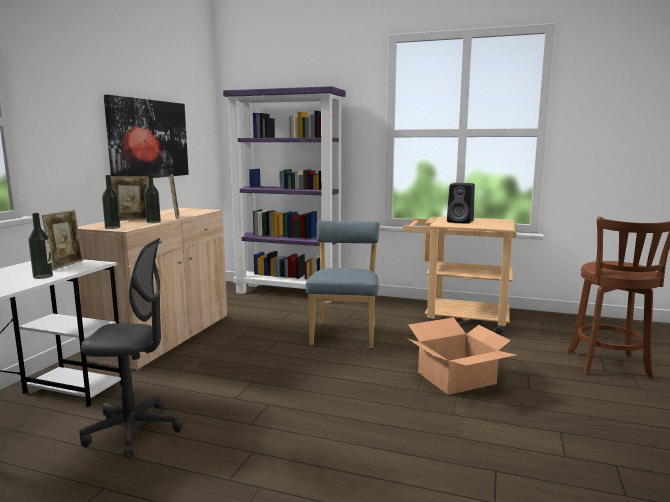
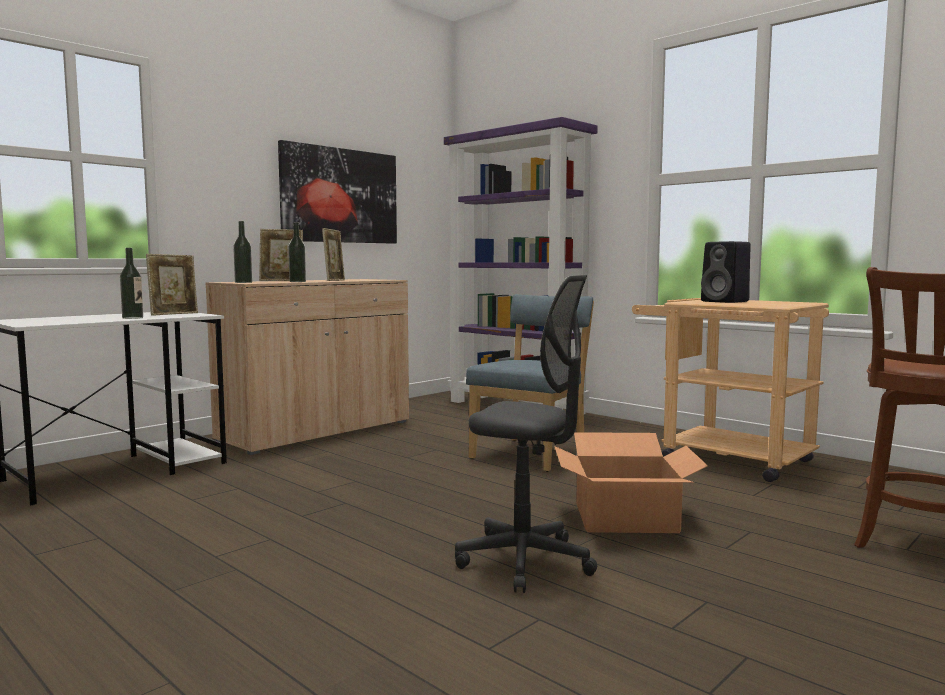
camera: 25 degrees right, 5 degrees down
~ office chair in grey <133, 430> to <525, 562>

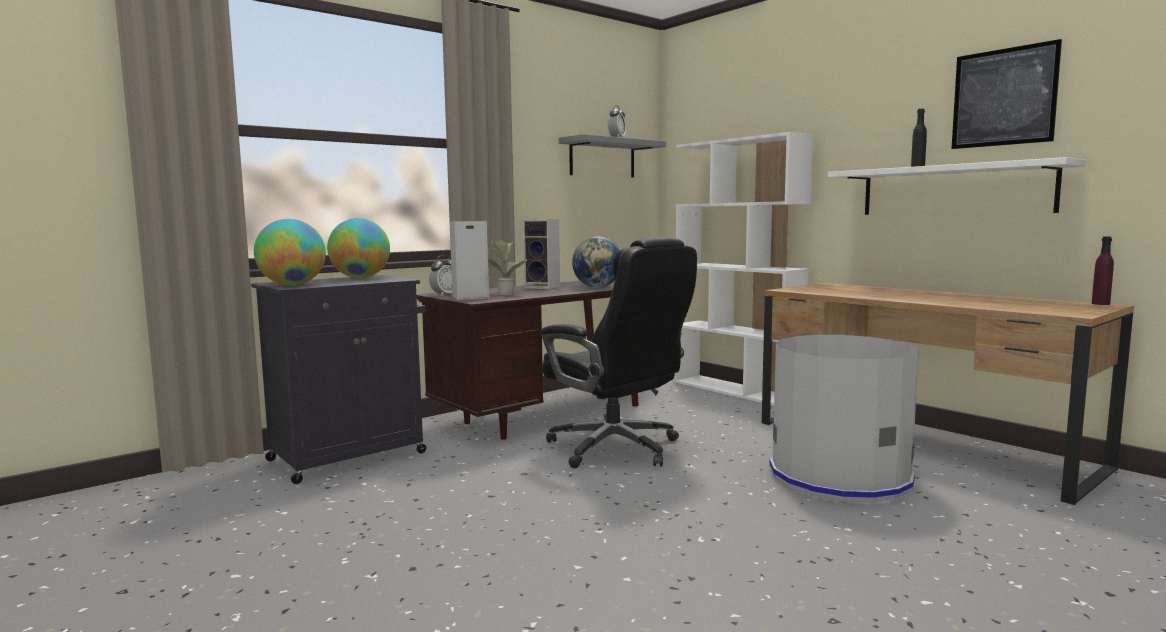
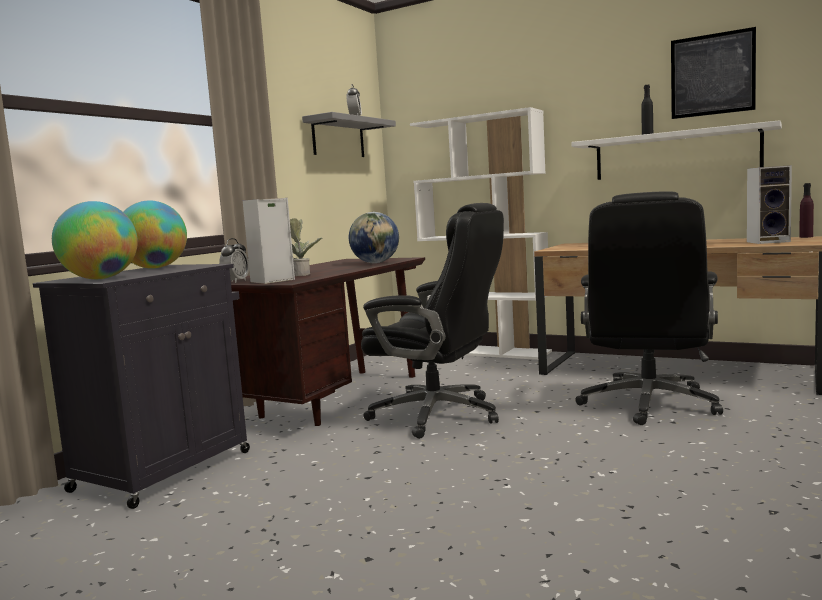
camera: 20 degrees left, 0 degrees up
~ speaker <543, 287> to <769, 241>
~ trash can in grey <839, 476> to office chair in black <648, 404>

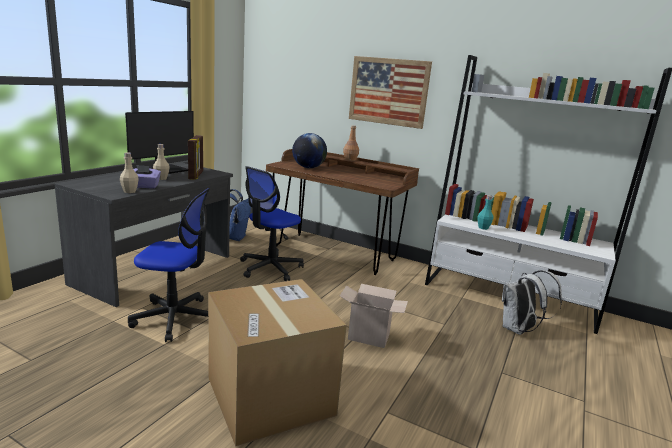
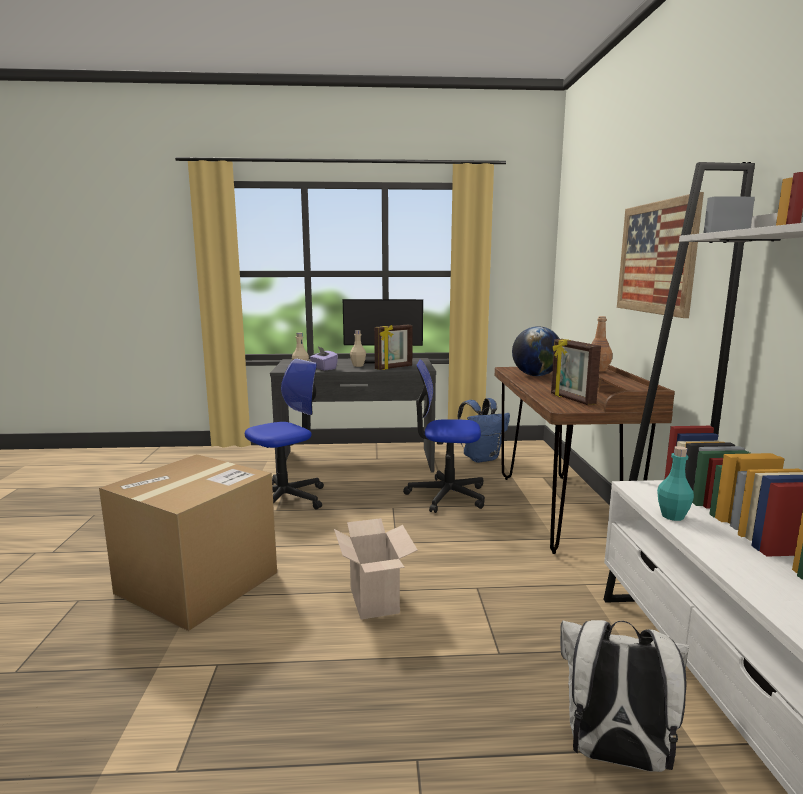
camera: 60 degrees right, 5 degrees down
+ picture frame <571, 399>
~ office chair <175, 318> = <285, 498> 105 degrees counterclockwise

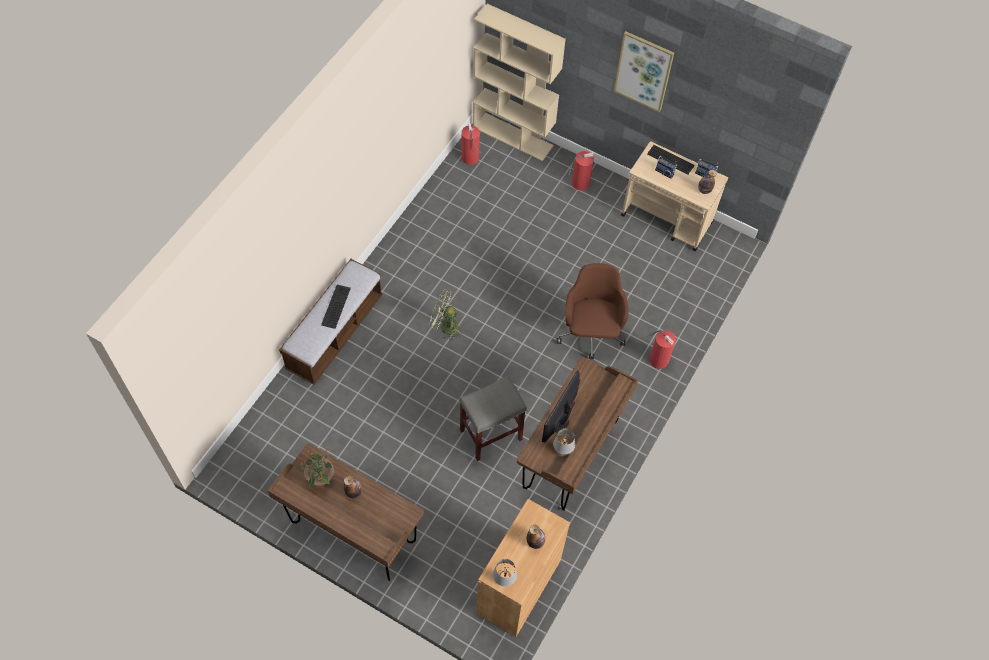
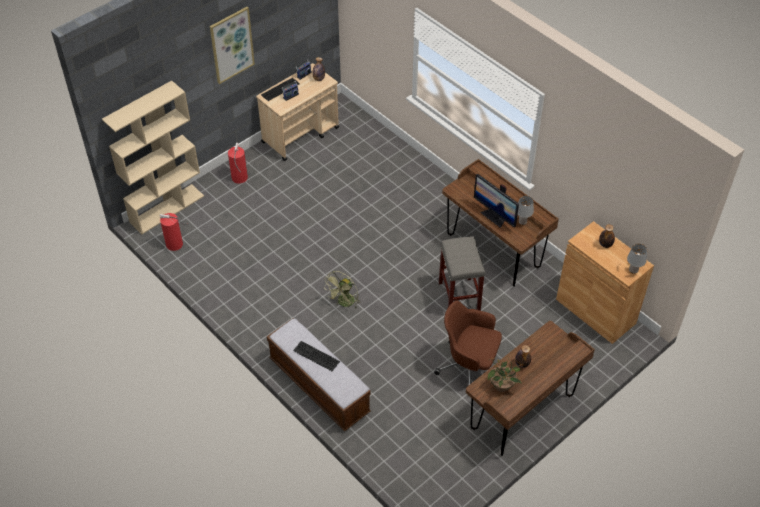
camera: 70 degrees left, 10 degrees down
- fire extinguisher <658, 359>
~ office chair in brown <590, 333> to <469, 366>

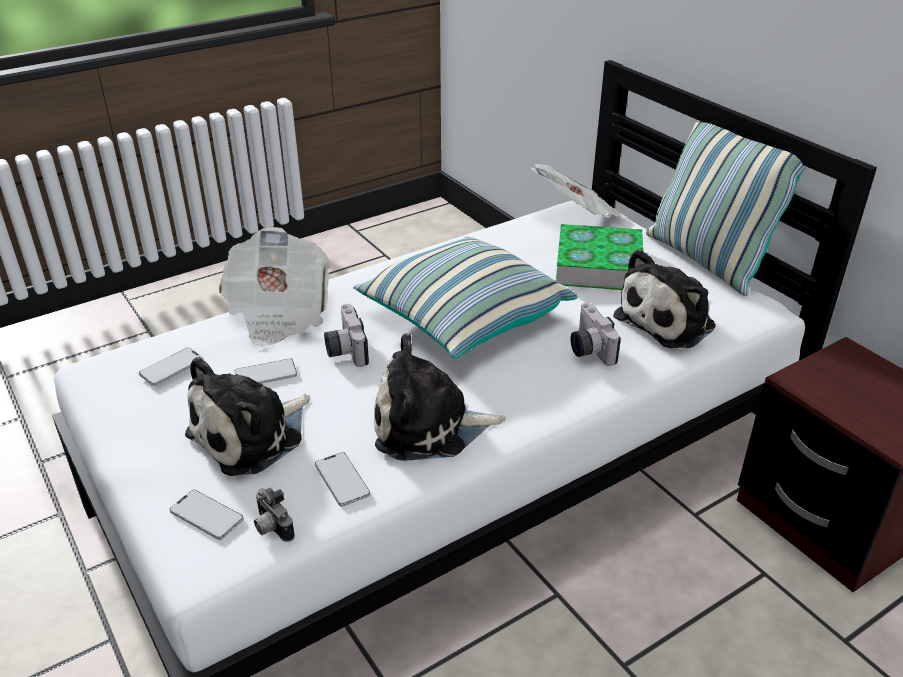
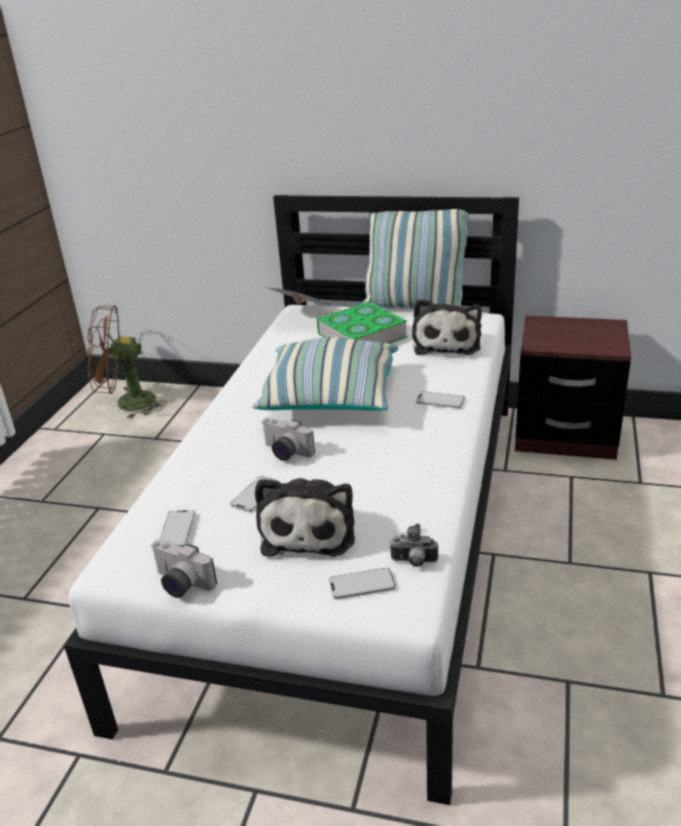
camera: 40 degrees left, 5 degrees down
- newspaper <278, 312>
- plush toy <429, 426>
+ fan in brown <127, 404>
~ phone <342, 480> to <440, 401>
~ photo camera <587, 349> to <180, 584>

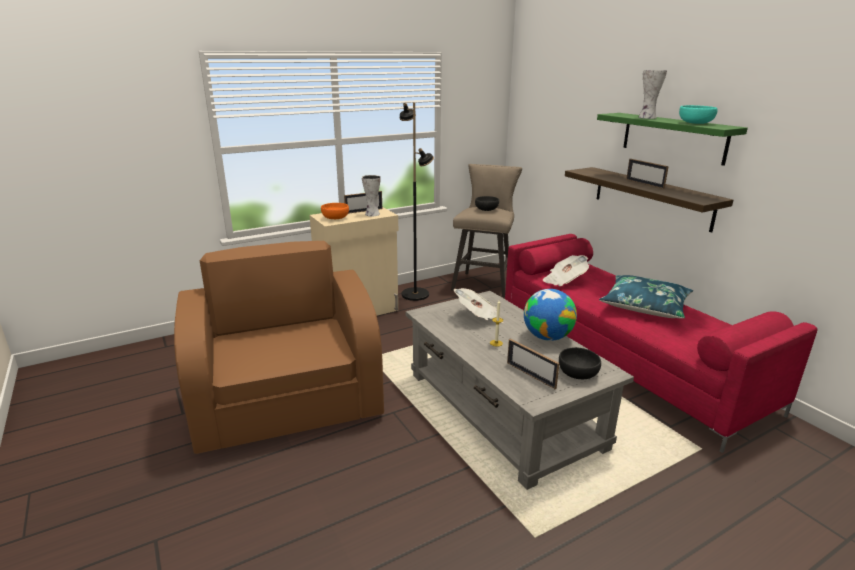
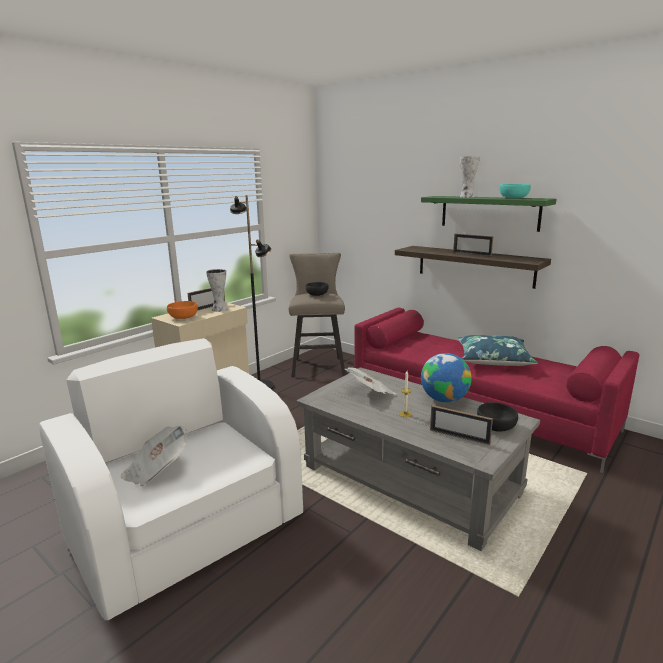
camera: 20 degrees left, 5 degrees down
~ newspaper <564, 281> to <156, 470>
~ armchair in brown <289, 403> to armchair in white <188, 527>

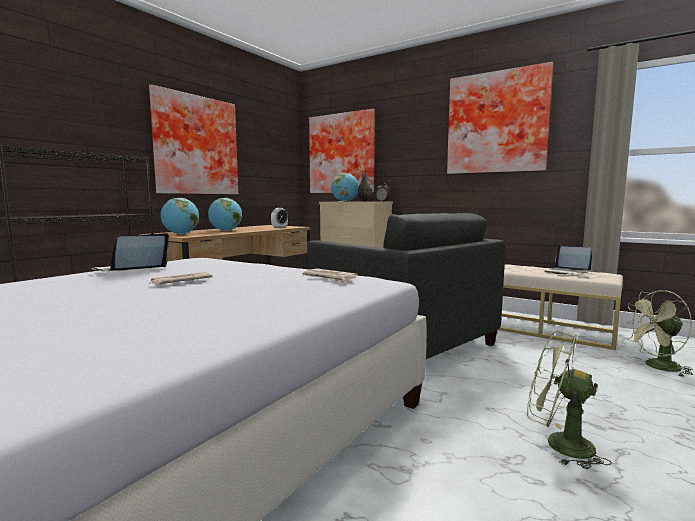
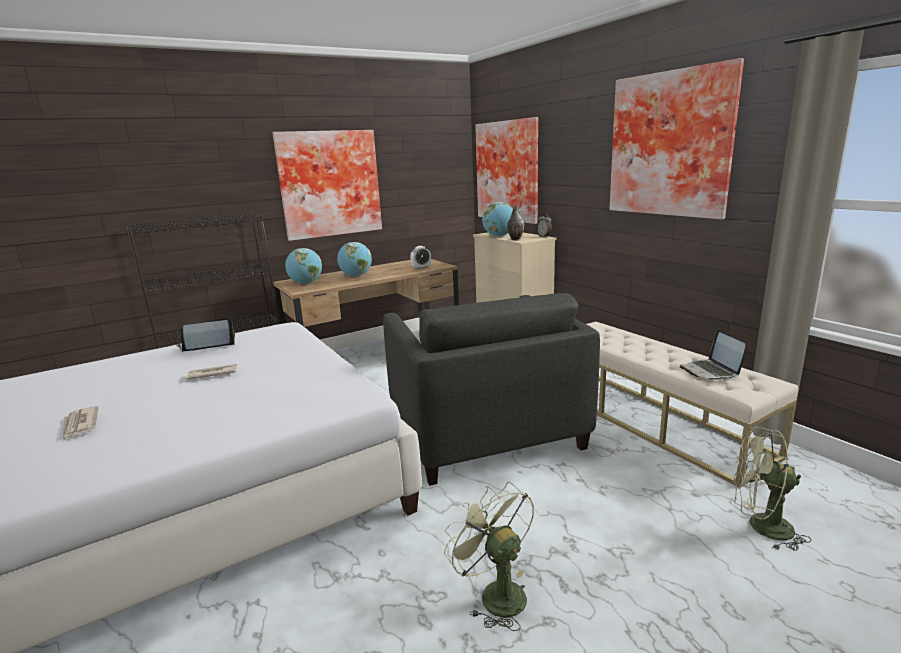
camera: 25 degrees right, 10 degrees up
~ newspaper <329, 278> to <80, 425>

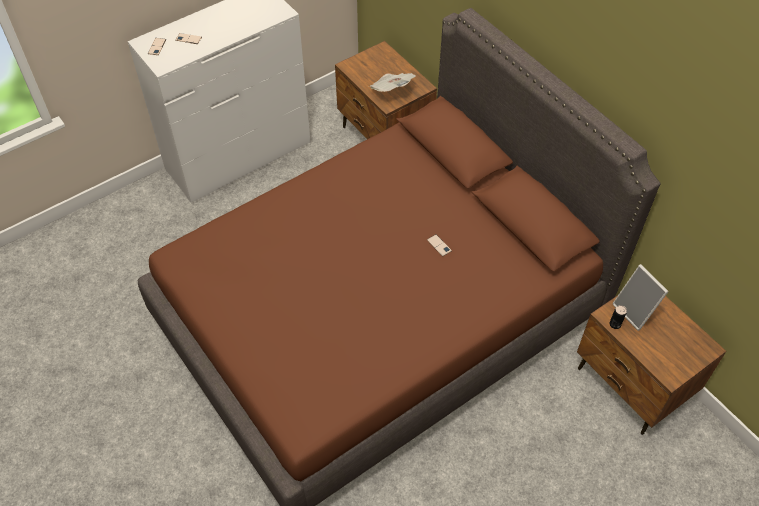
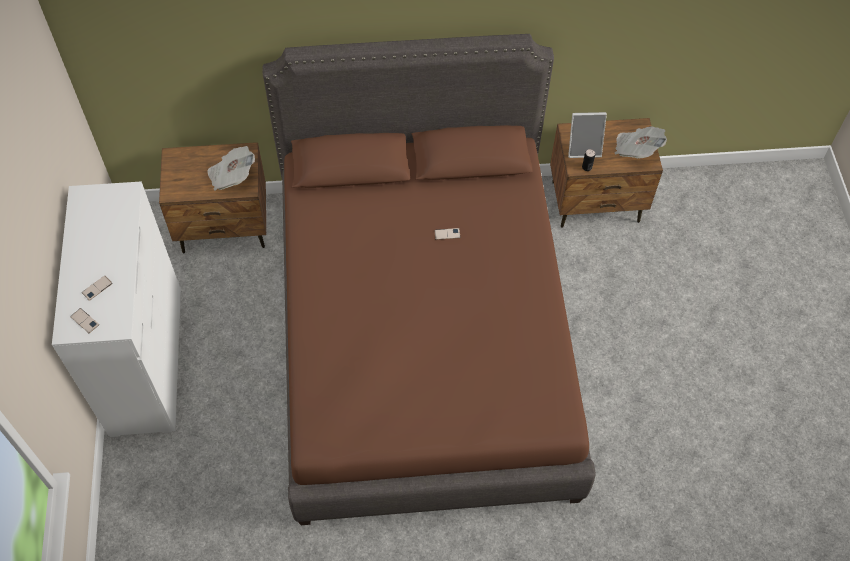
camera: 60 degrees left, 5 degrees up
+ newspaper <636, 150>

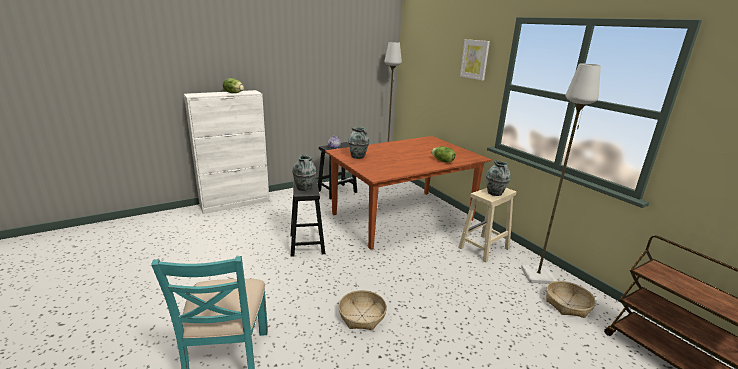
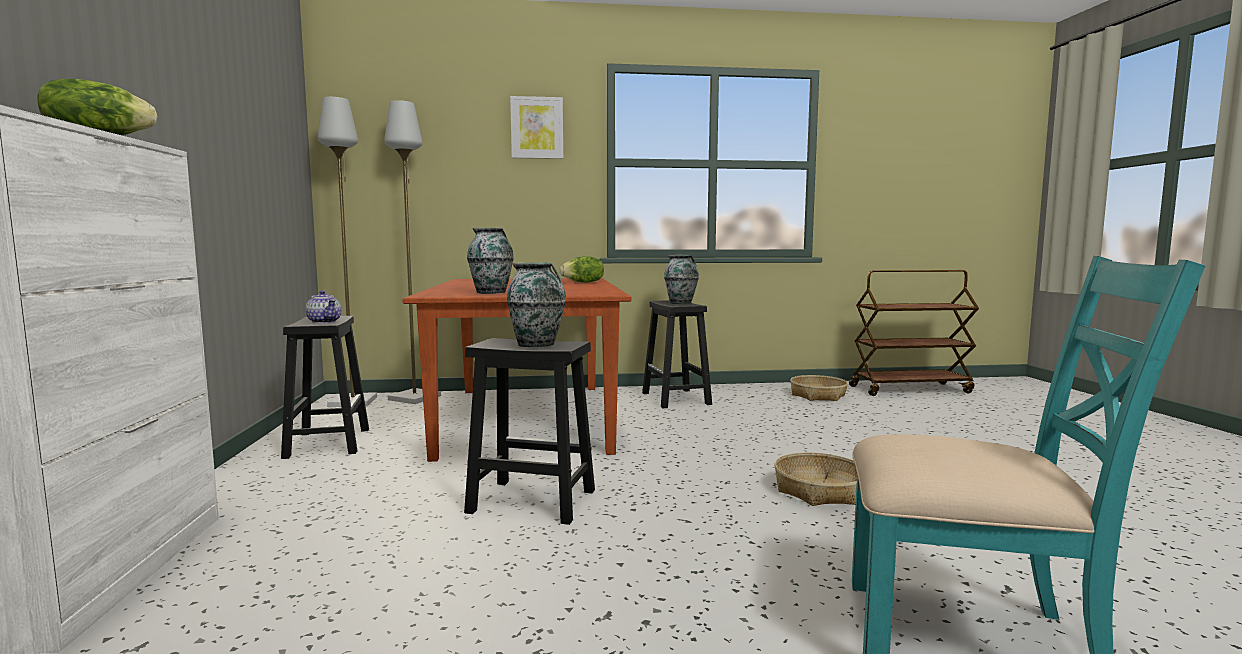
camera: 65 degrees left, 15 degrees down
~ floor lamp in grey <538, 275> to <414, 398>
~ stool in beige <483, 248> to stool in black <676, 399>

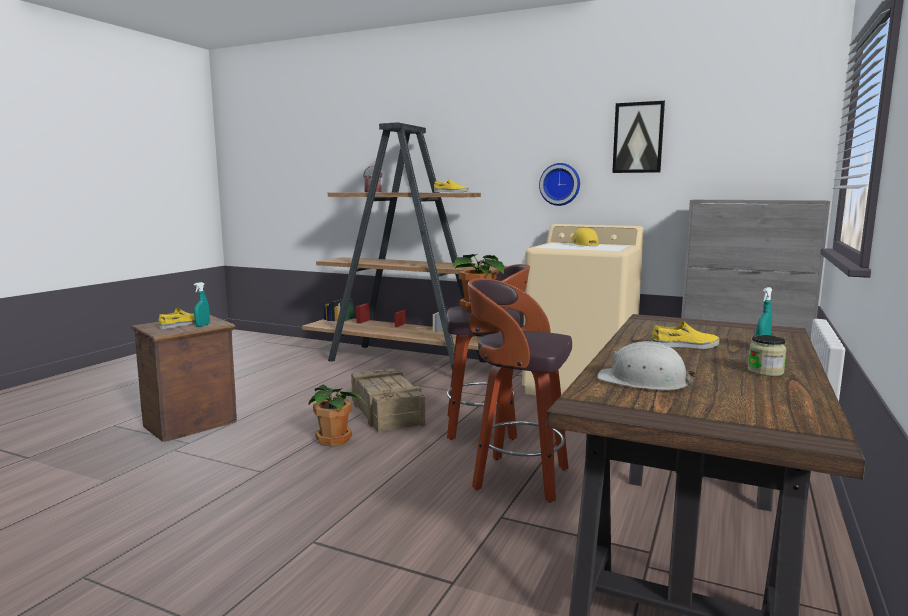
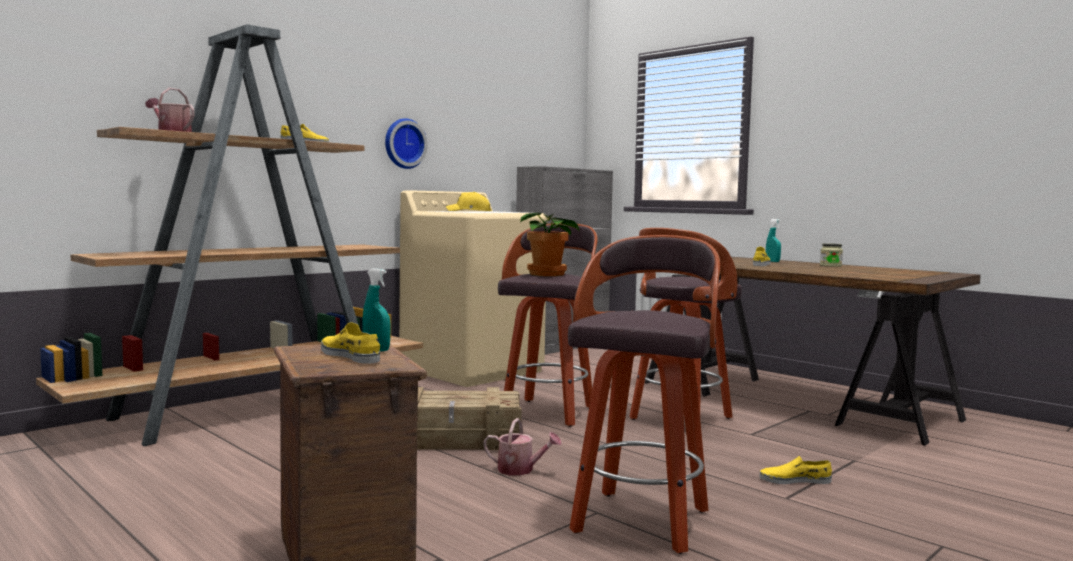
camera: 70 degrees left, 5 degrees down
- hard hat in white <643, 381>
- picture <638, 137>
+ stool <641, 520>
+ shoe in yellow <794, 480>
~ potted plant <335, 439> to watering can <520, 470>

